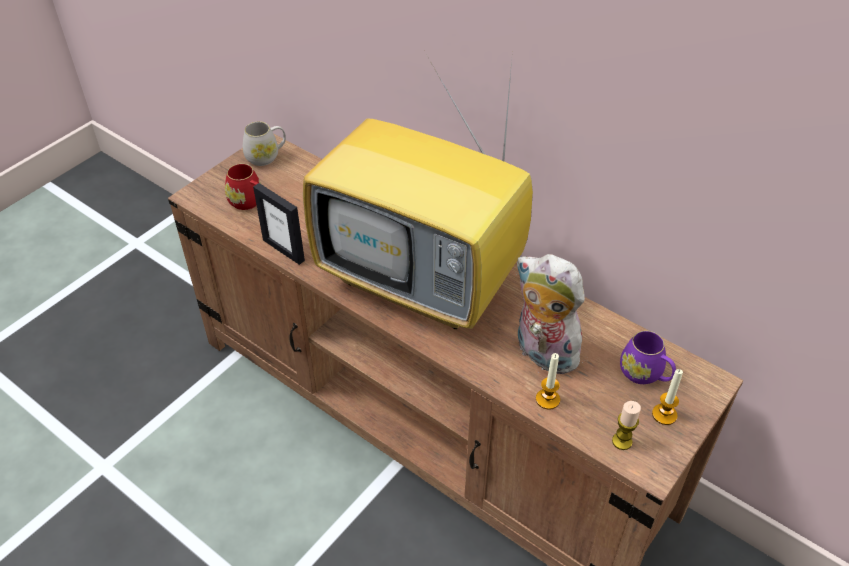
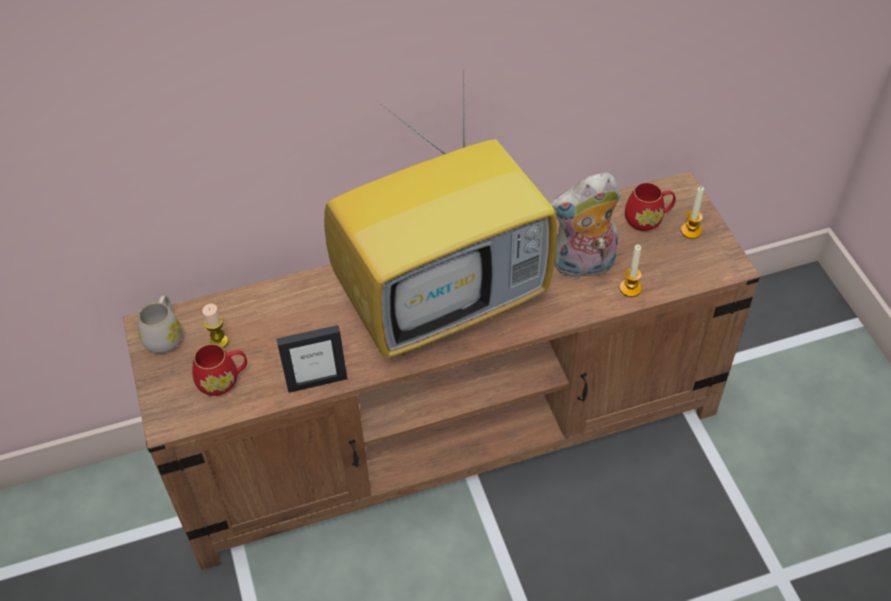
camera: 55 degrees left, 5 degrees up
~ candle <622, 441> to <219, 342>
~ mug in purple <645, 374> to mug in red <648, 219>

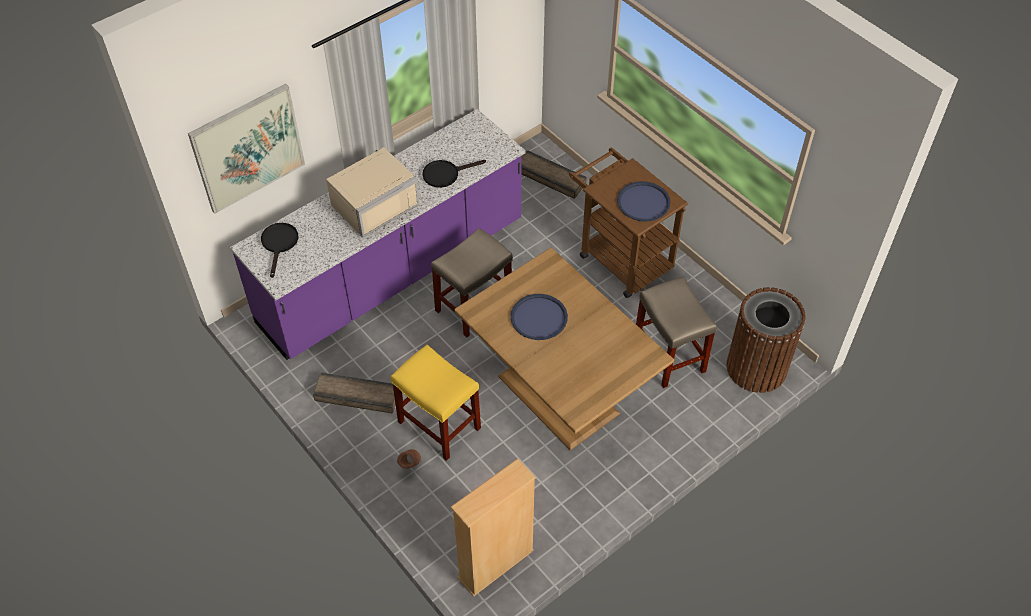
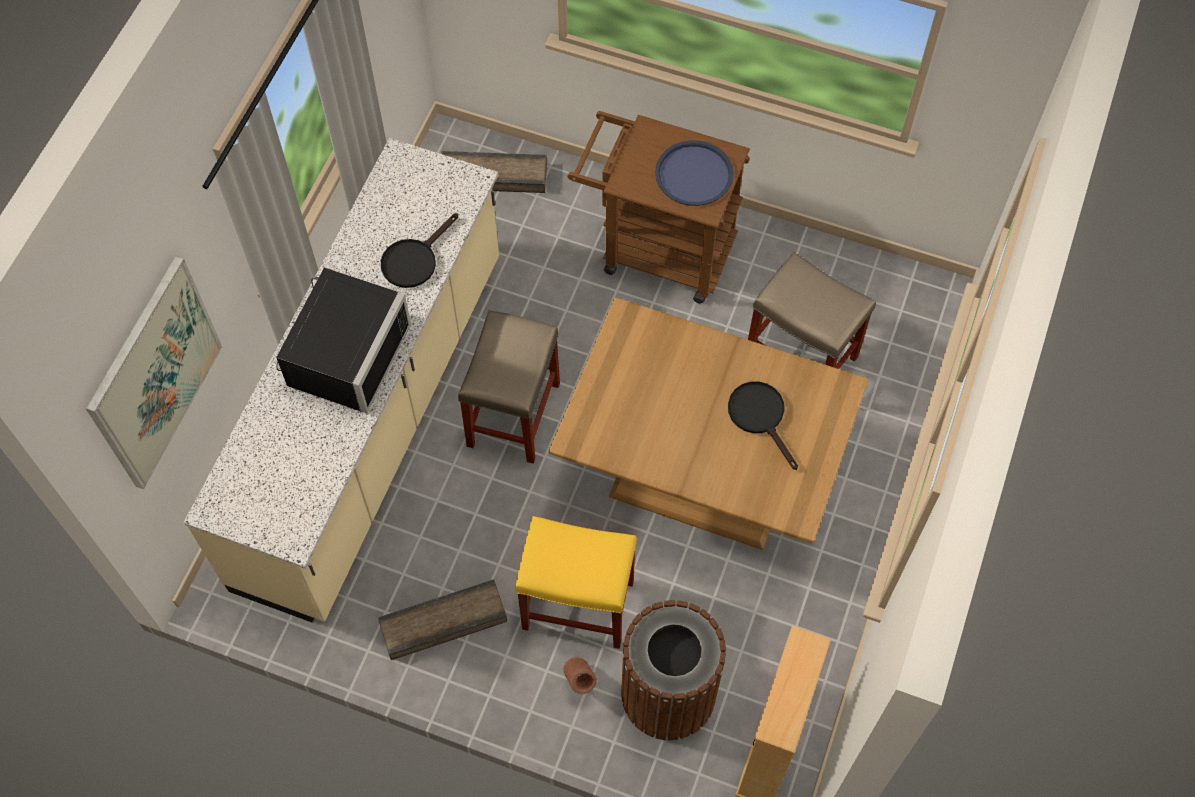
camera: 30 degrees left, 10 degrees up
- tray in blue <539, 317>
~ frying pan in black <279, 244> to <760, 416>
~ trash can in brown <756, 367> to <668, 694>
~ counter in purple <393, 273> to counter in beige <374, 421>
~ microwave in beige <372, 202> to microwave in black <341, 352>

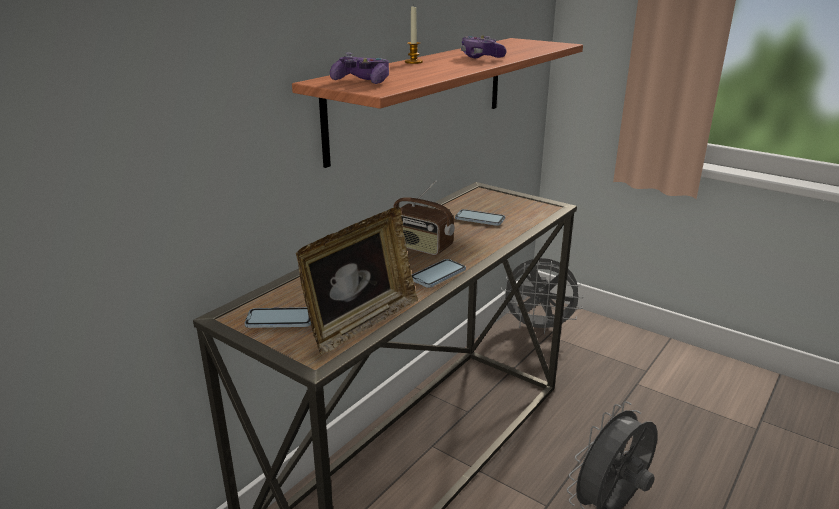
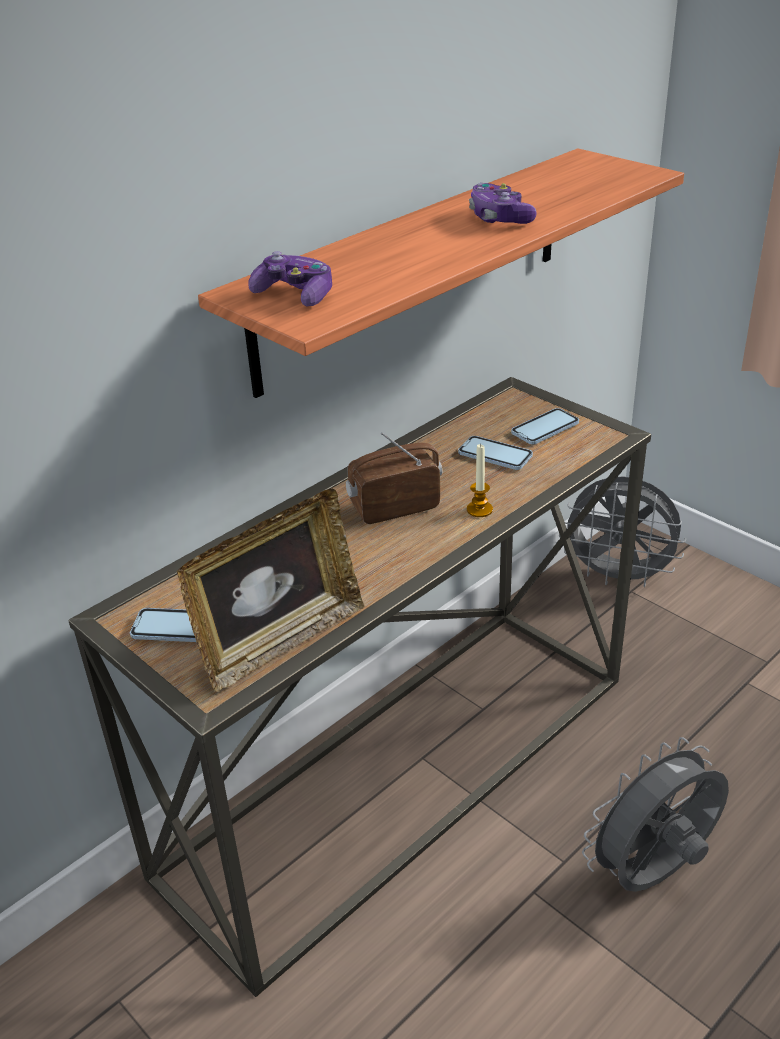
camera: 10 degrees right, 10 degrees up
~ candle <413, 62> to <479, 509>
~ phone <438, 275> to <545, 428>
~ radio <420, 247> = <394, 507> 120 degrees clockwise

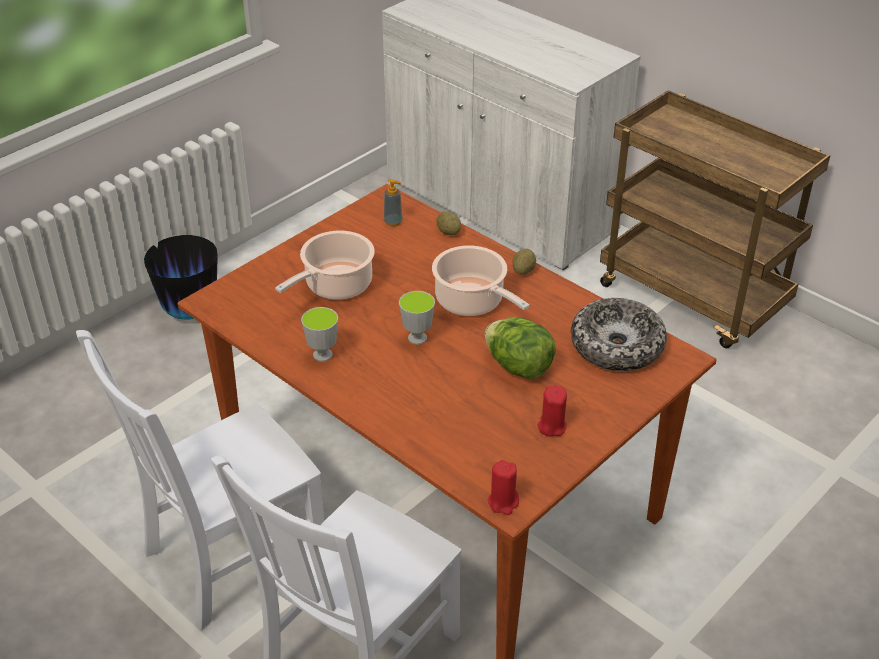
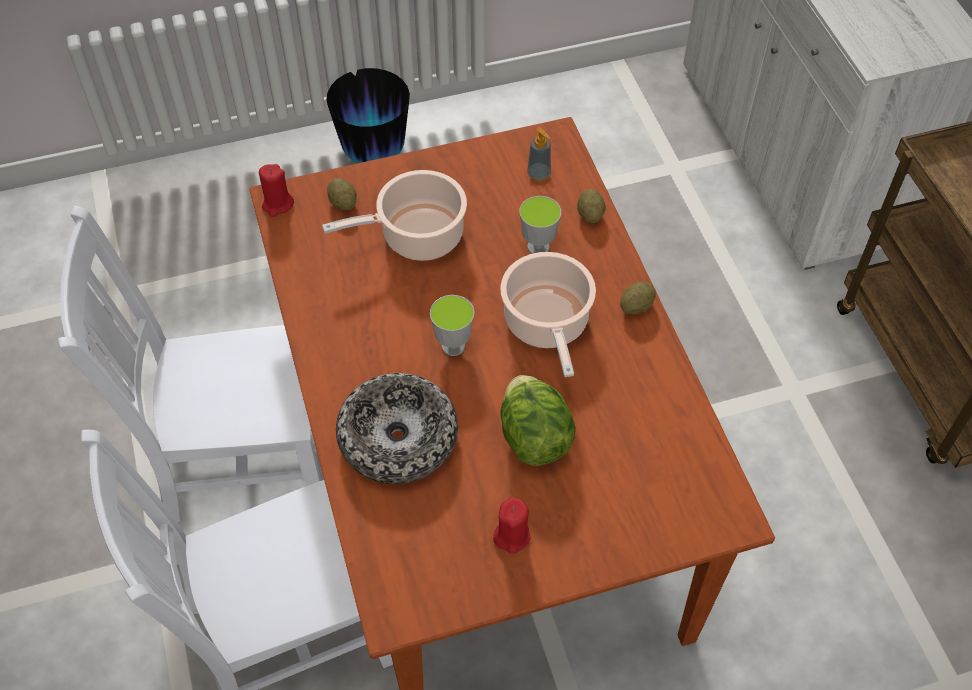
camera: 30 degrees right, 15 degrees up
+ potato <343, 203>
~ cup <322, 355> to <538, 247>
~ candle in red <503, 502> to <277, 204>
~ bowl <616, 345> to <398, 437>

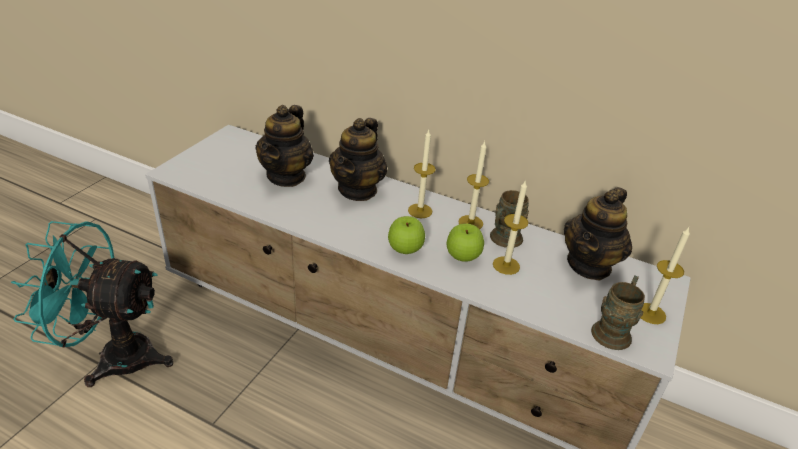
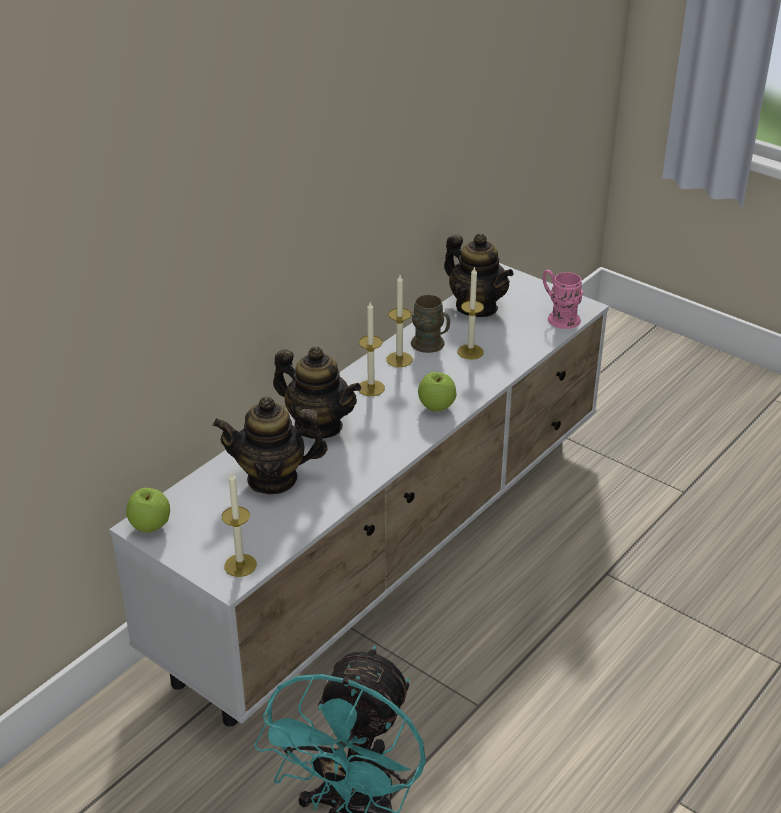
camera: 75 degrees left, 0 degrees up
~ apple <463, 257> to <150, 526>
~ candle <650, 313> to <240, 565>
~ mug in brown <613, 330> to mug in pink <558, 317>
~ teapot <286, 176> = <272, 478> 150 degrees clockwise

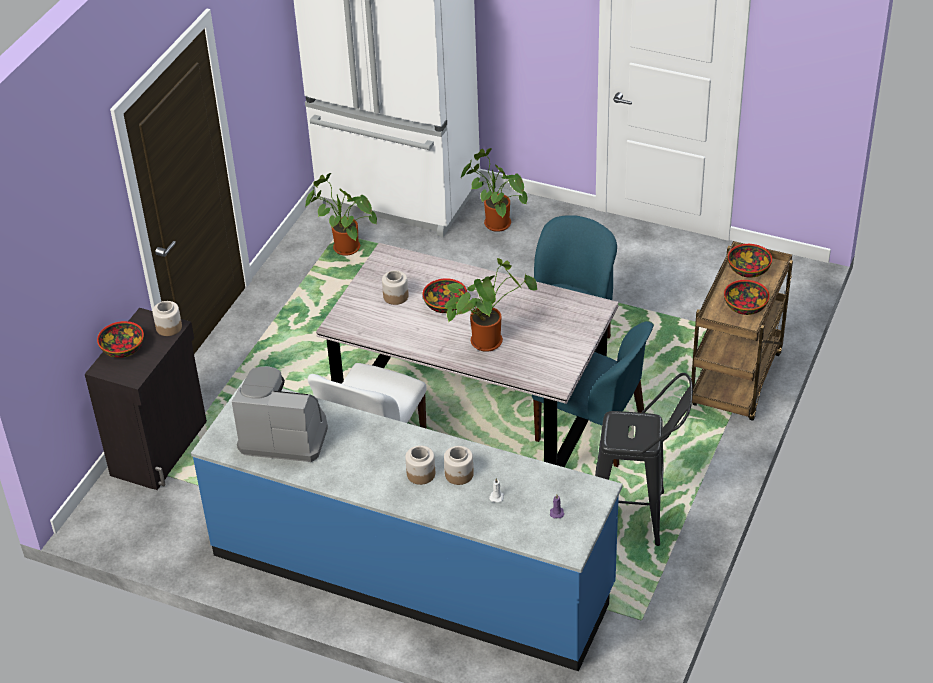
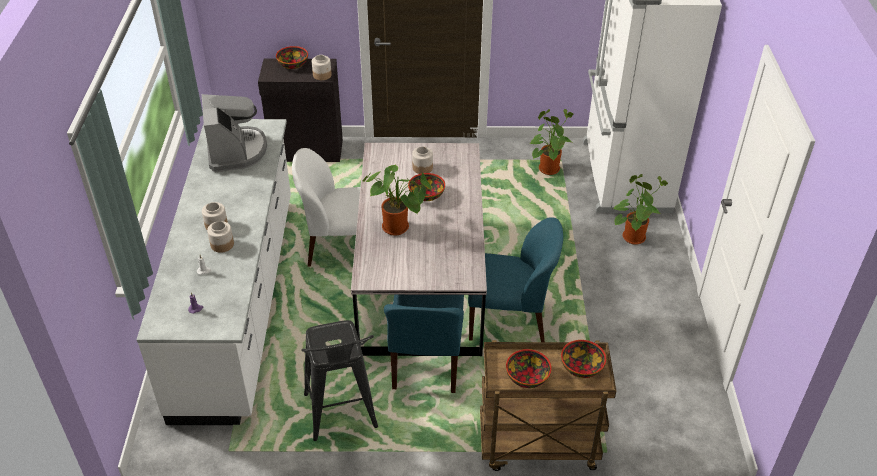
camera: 65 degrees right, 0 degrees up
~ counter in blue <412, 571> to counter in white <238, 301>

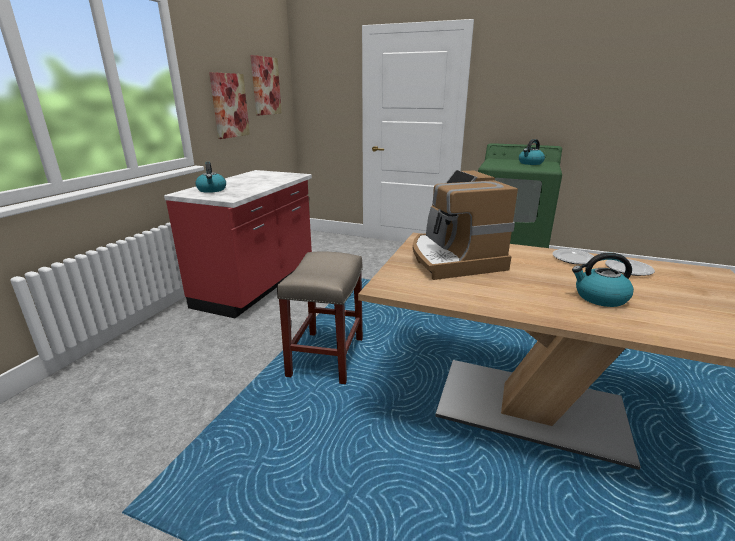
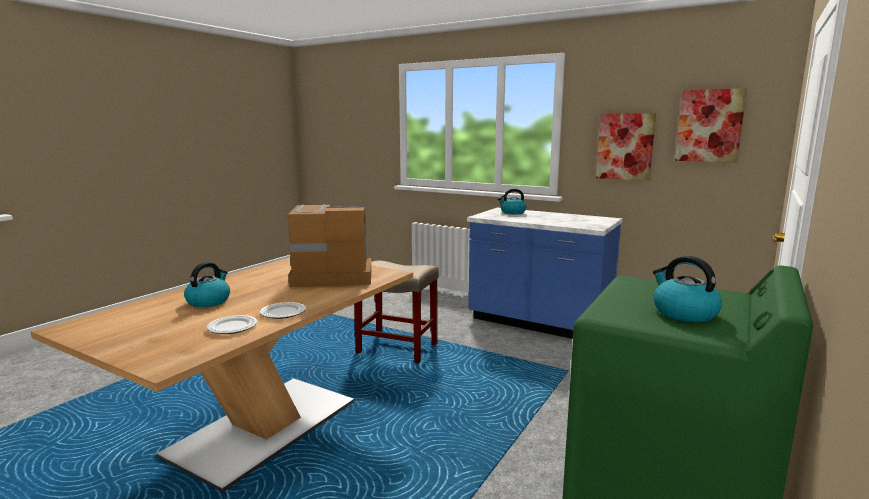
camera: 100 degrees right, 10 degrees down
~ counter in red <258, 286> to counter in blue <539, 324>

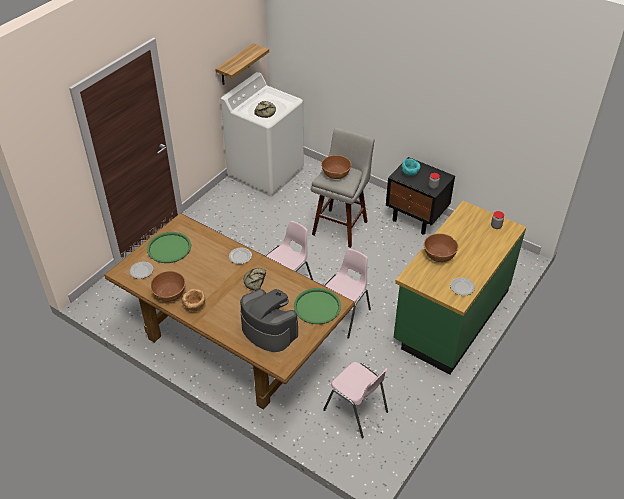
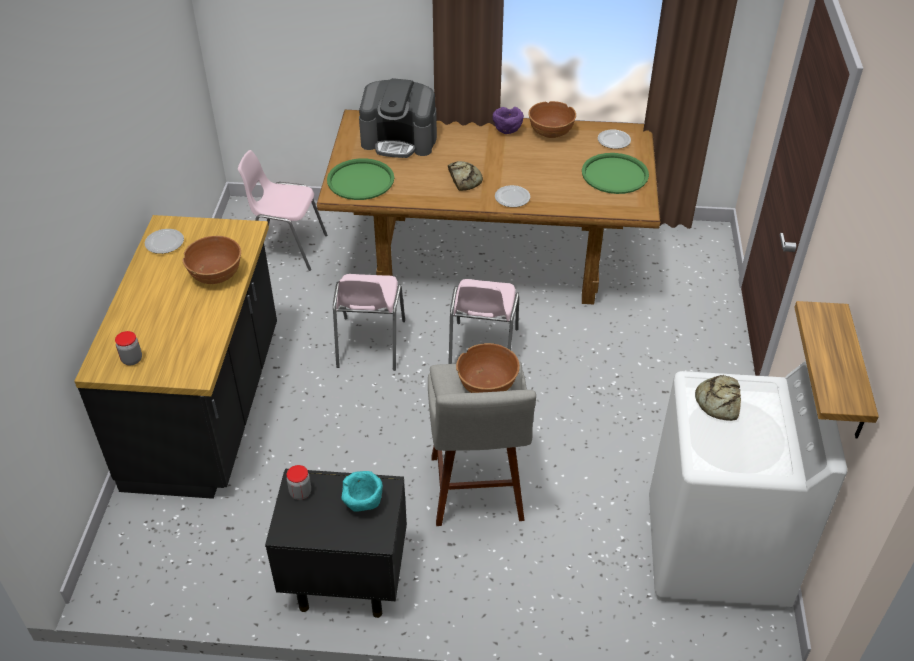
camera: 150 degrees right, 0 degrees up
~ bowl in brown <195, 307> to bowl in purple <507, 131>
~ counter in green <450, 316> to counter in black <207, 407>

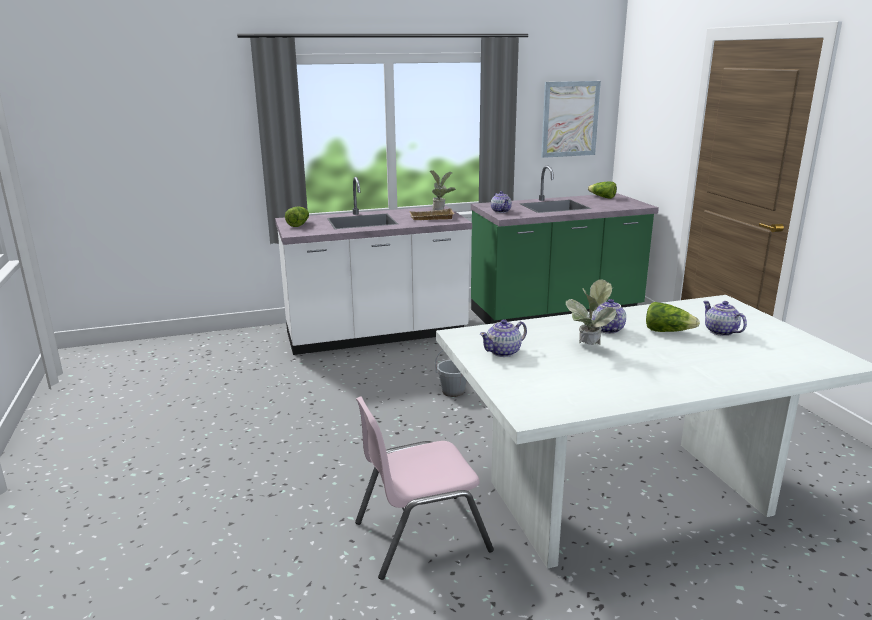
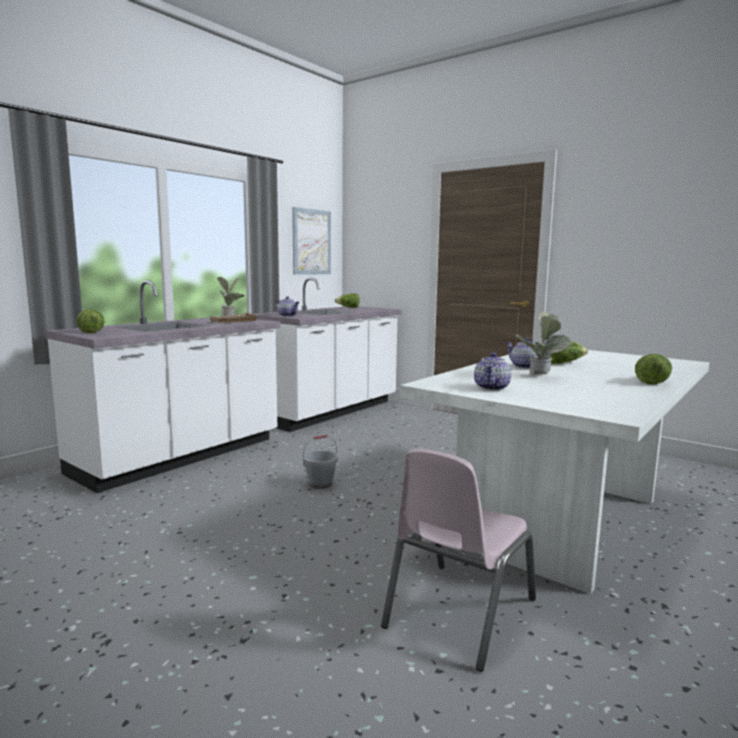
camera: 35 degrees left, 10 degrees down
- teapot <720, 331>
+ lettuce <652, 381>
~ counter in green <556, 312> to counter in white <329, 411>

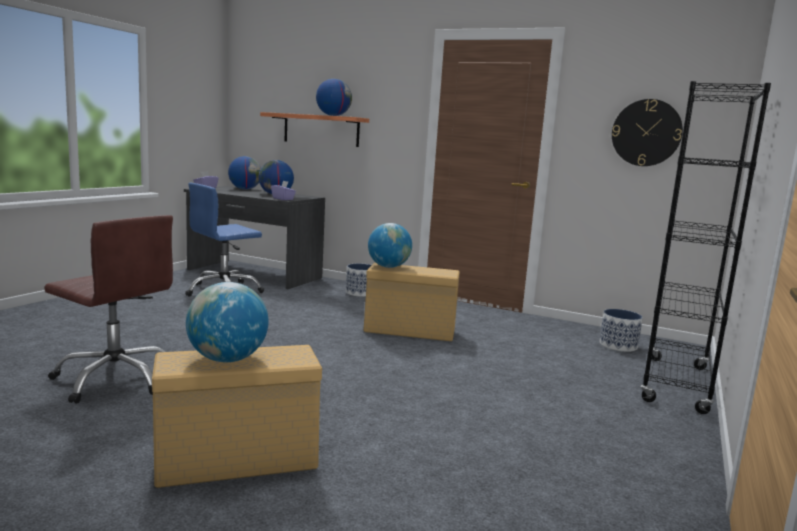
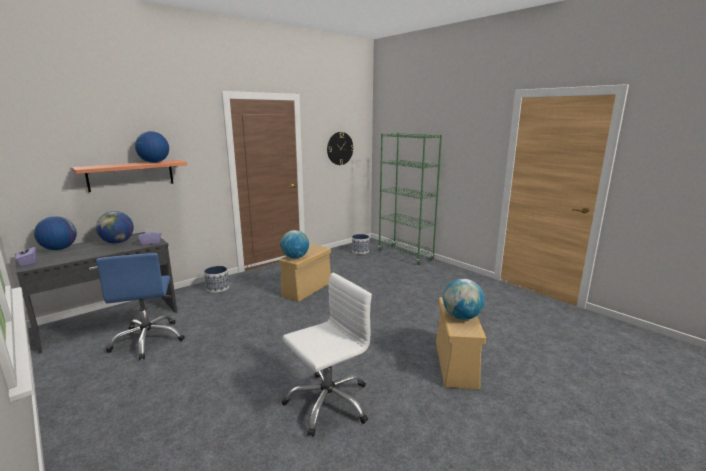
camera: 65 degrees left, 5 degrees up
~ office chair in brown <116, 378> to office chair in white <328, 402>
~ bookcase in black <675, 384> to bookcase in green <405, 255>

